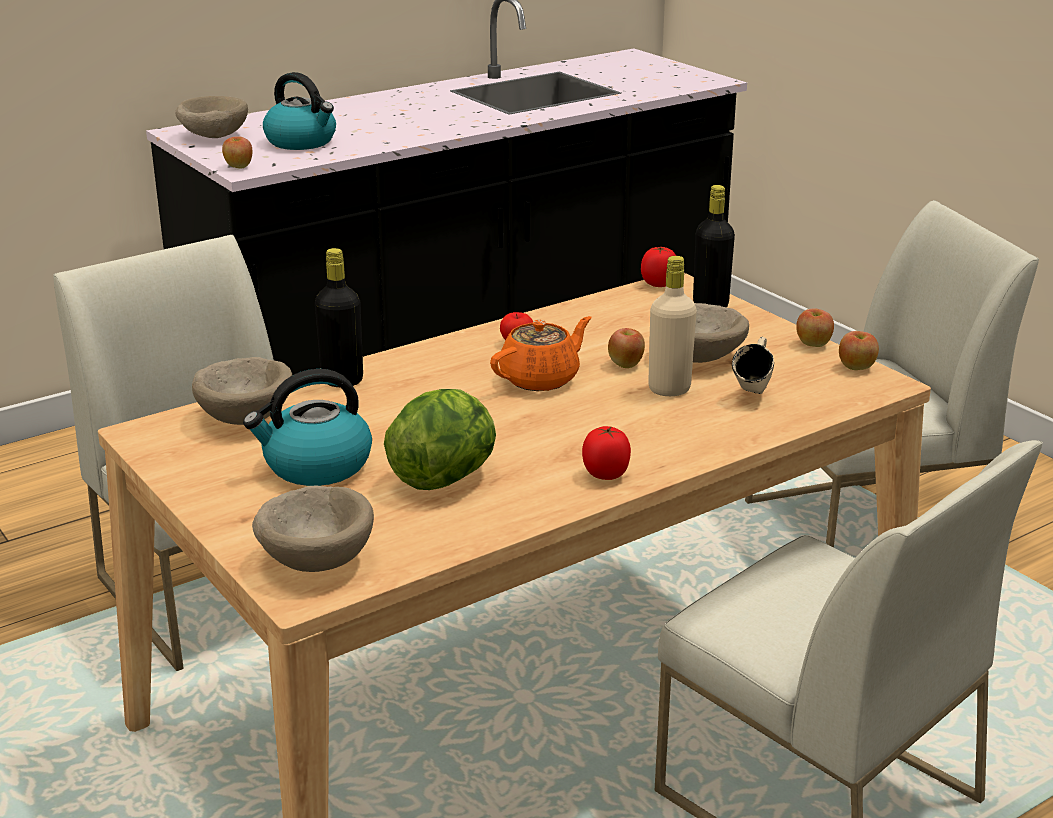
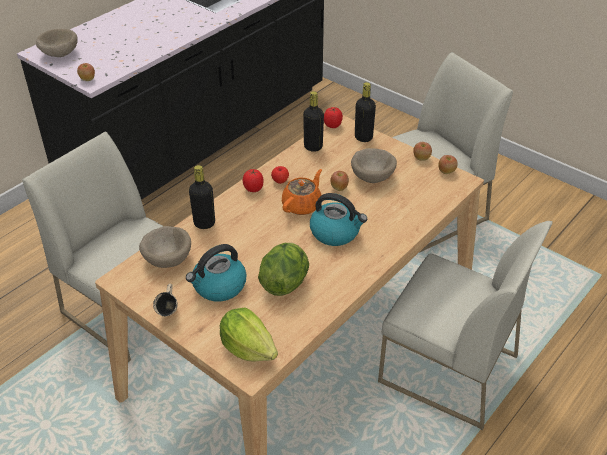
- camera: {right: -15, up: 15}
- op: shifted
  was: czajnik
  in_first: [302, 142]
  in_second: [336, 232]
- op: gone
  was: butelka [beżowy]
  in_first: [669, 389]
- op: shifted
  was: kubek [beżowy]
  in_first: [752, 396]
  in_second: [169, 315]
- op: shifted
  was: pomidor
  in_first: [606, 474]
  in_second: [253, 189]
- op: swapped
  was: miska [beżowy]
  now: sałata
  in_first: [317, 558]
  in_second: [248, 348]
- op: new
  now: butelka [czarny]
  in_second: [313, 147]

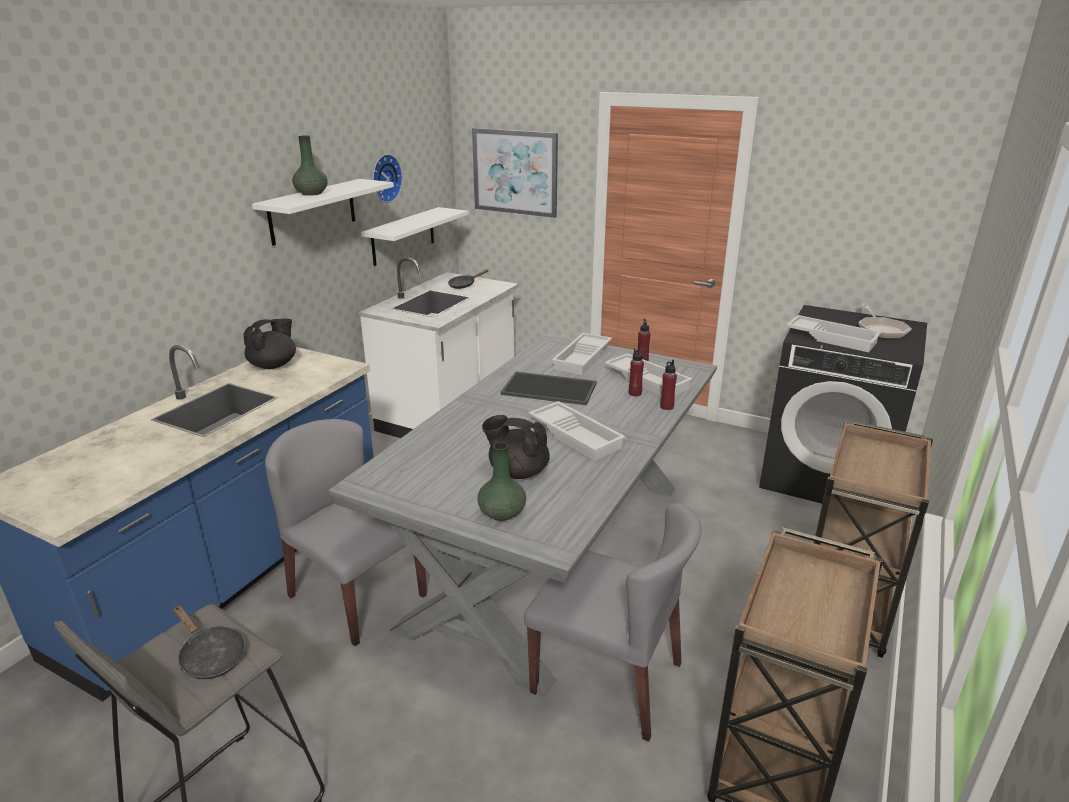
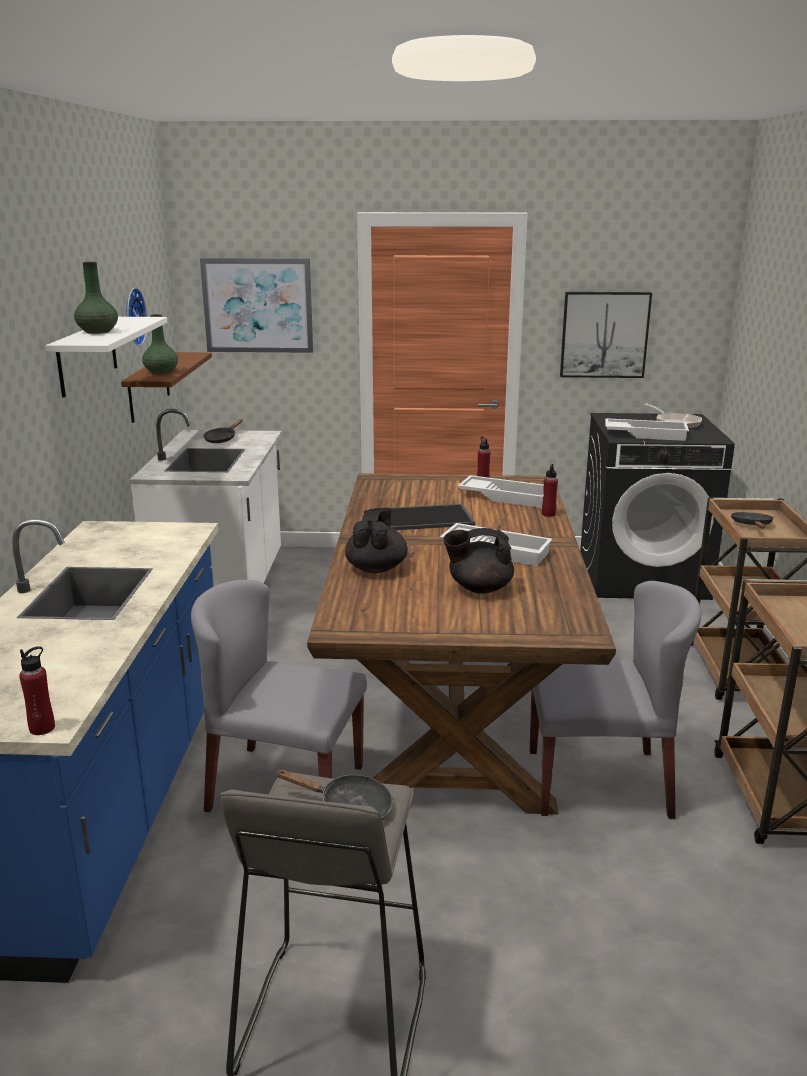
- camera: {right: -25, up: -5}
- op: repainted
  was: półka [biały]
  now: półka [brązowy]
  in_first: [403, 236]
  in_second: [149, 386]
- op: shifted
  was: imbryk [czarny]
  in_first: [274, 365]
  in_second: [376, 568]
- op: gone
  was: taca [biały]
  in_first: [583, 358]
- op: repainted
  was: stół jadalny [szary]
  now: stół jadalny [brązowy]
  in_first: [552, 548]
  in_second: [452, 692]
- op: shifted
  was: butelka [czerwony]
  in_first: [635, 393]
  in_second: [42, 728]
- op: shifted
  was: wazon [zielony]
  in_first: [502, 512]
  in_second: [161, 372]
- op: new
  now: obraz
  in_second: [604, 334]
- op: new
  now: patelnia [czarny]
  in_second: [752, 525]

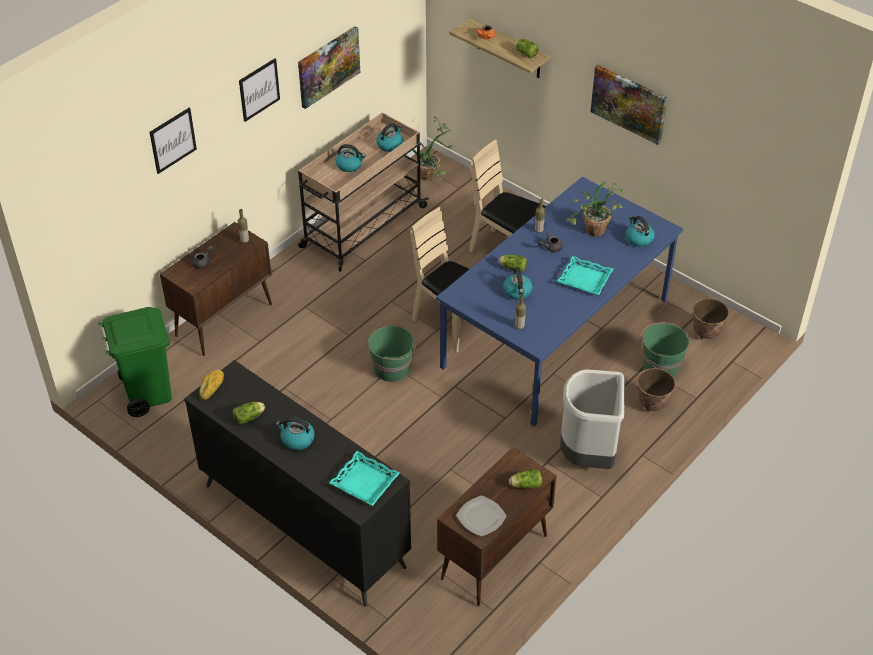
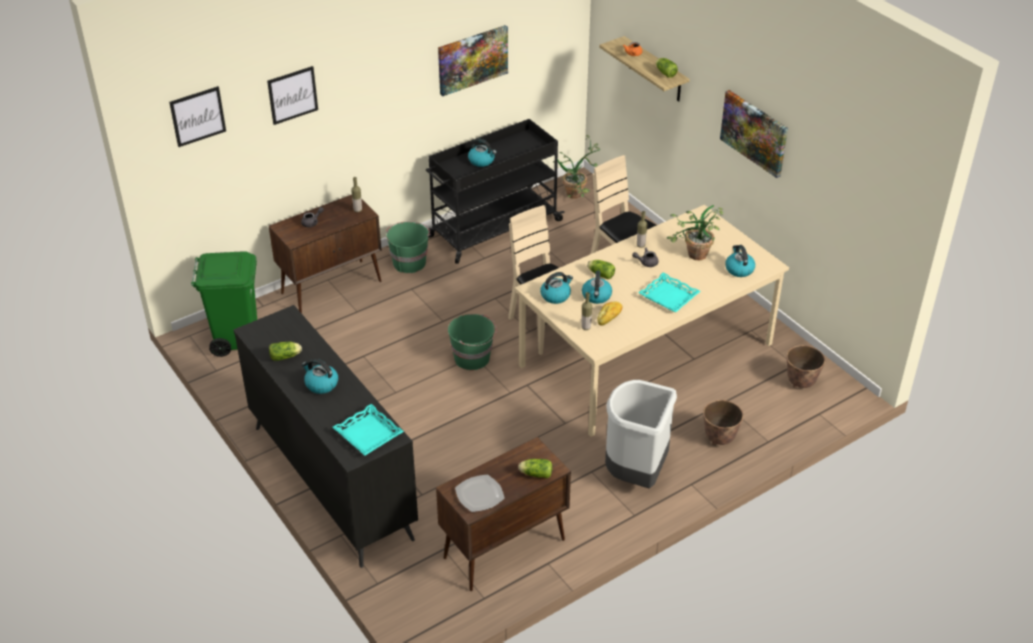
- camera: {right: 15, up: -5}
- op: shifted
  was: obraz
  in_first: [259, 89]
  in_second: [197, 116]
- op: repainted
  was: wózek [beżowy]
  now: wózek [czarny]
  in_first: [362, 228]
  in_second: [493, 229]
- op: shifted
  was: czajnik
  in_first: [390, 145]
  in_second: [556, 295]
- op: repainted
  was: stół jadalny [niebieski]
  now: stół jadalny [beżowy]
  in_first: [556, 333]
  in_second: [646, 355]
- op: shifted
  was: wiadro [zielony]
  in_first: [660, 365]
  in_second: [409, 262]
- op: shifted
  was: chleb
  in_first: [212, 388]
  in_second: [609, 317]

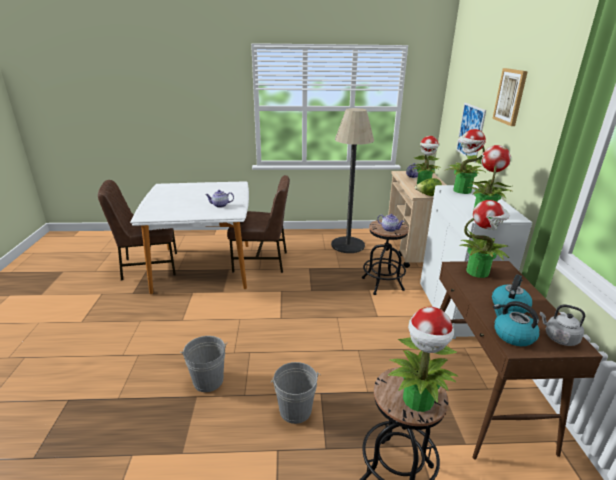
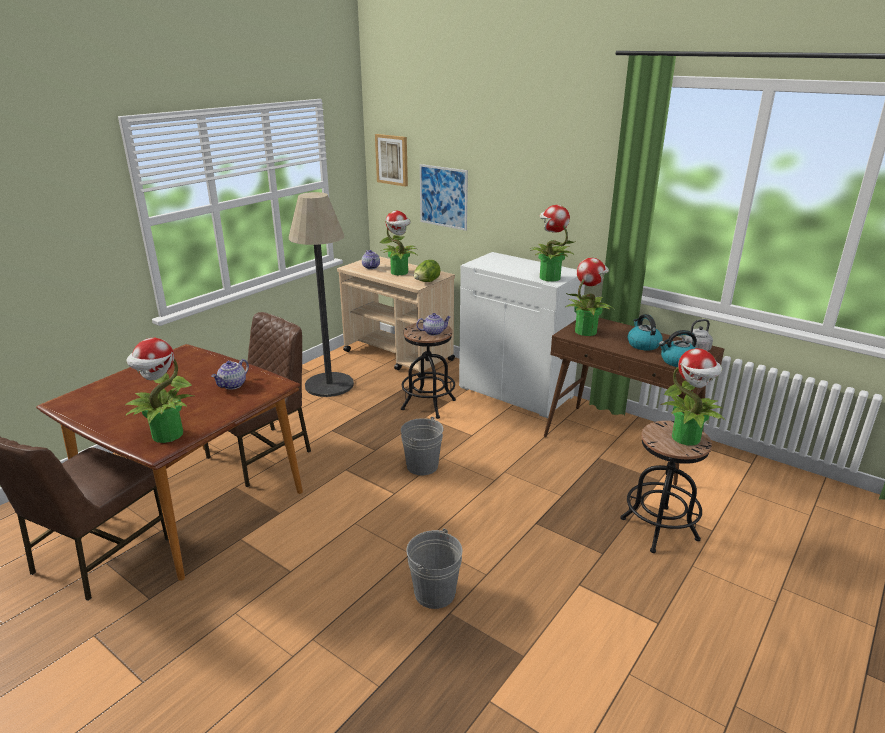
- camera: {right: -50, up: 0}
- op: shifted
  was: obraz
  in_first: [510, 96]
  in_second: [392, 159]
- op: shifted
  was: roślina doniczkowa
  in_first: [461, 191]
  in_second: [167, 435]
- op: repainted
  was: stół jadalny [biały]
  now: stół jadalny [brązowy]
  in_first: [204, 267]
  in_second: [195, 505]
- op: shifted
  was: wiadro [szary]
  in_first: [295, 410]
  in_second: [422, 466]

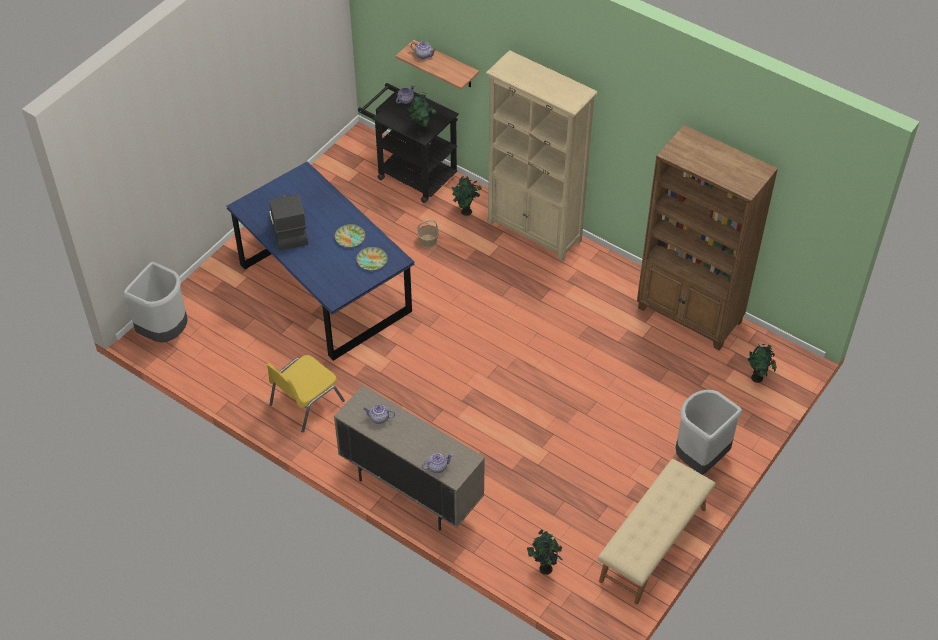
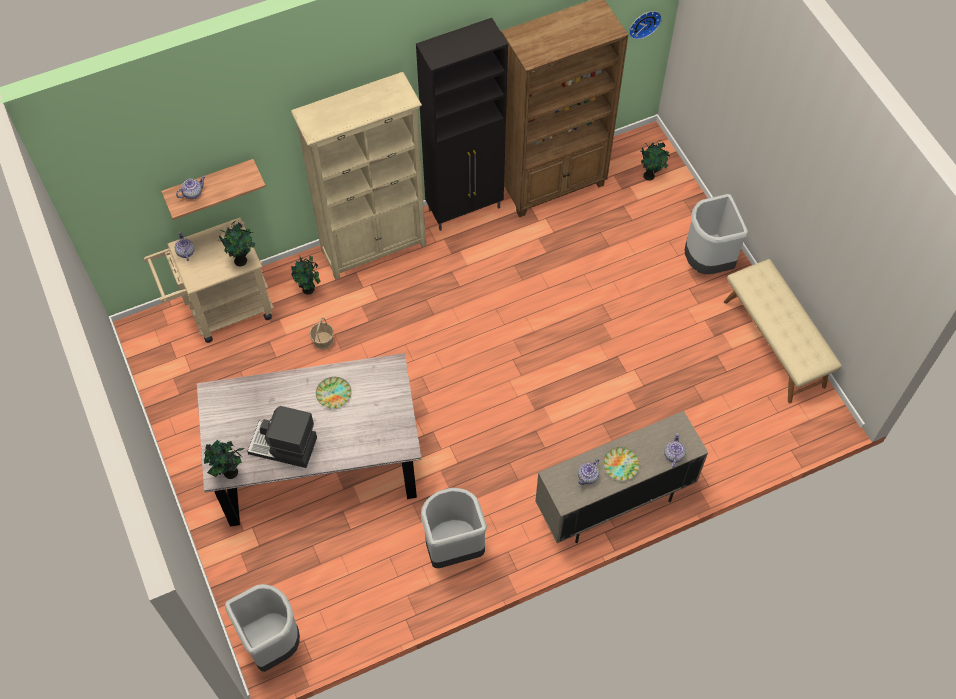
- camera: {right: -60, up: 10}
- op: repainted
  was: wózek [czarny]
  now: wózek [beżowy]
  in_first: [411, 173]
  in_second: [222, 310]
- op: repainted
  was: stół jadalny [niebieski]
  now: stół jadalny [szary]
  in_first: [326, 287]
  in_second: [318, 459]
- op: shifted
  was: talerz
  in_first: [372, 260]
  in_second: [621, 465]
- op: swapped
  was: krzesło [żółty]
  now: kosz na śmieci [szary]
  in_first: [305, 403]
  in_second: [453, 548]
- op: shifted
  was: roślina doniczkowa
  in_first: [544, 568]
  in_second: [229, 473]
- op: new
  now: zegar ścienny
  in_second: [643, 23]
- op: new
  now: szafka [czarny]
  in_second: [465, 209]

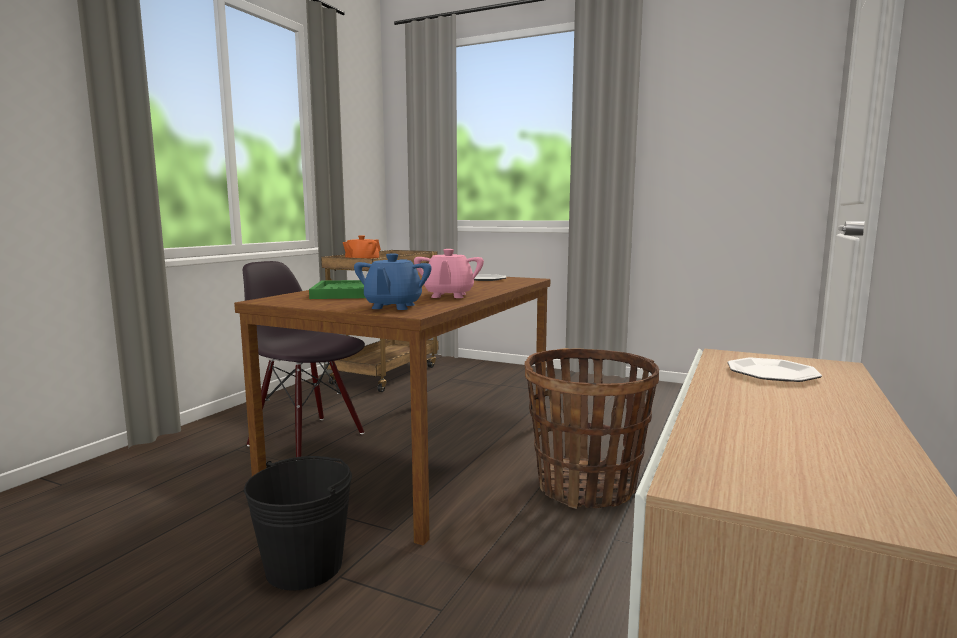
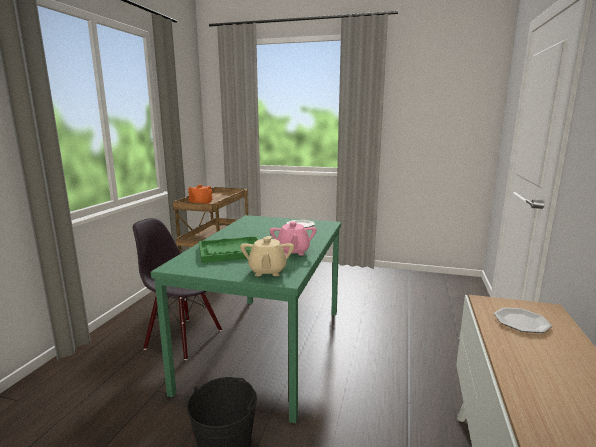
- camera: {right: -10, up: 5}
- op: repainted
  was: imbryk [niebieski]
  now: imbryk [beżowy]
  in_first: [393, 306]
  in_second: [267, 271]
- op: repainted
  was: stół jadalny [brązowy]
  now: stół jadalny [zielony]
  in_first: [419, 455]
  in_second: [266, 346]
- op: gone
  was: koszyk
  in_first: [586, 486]

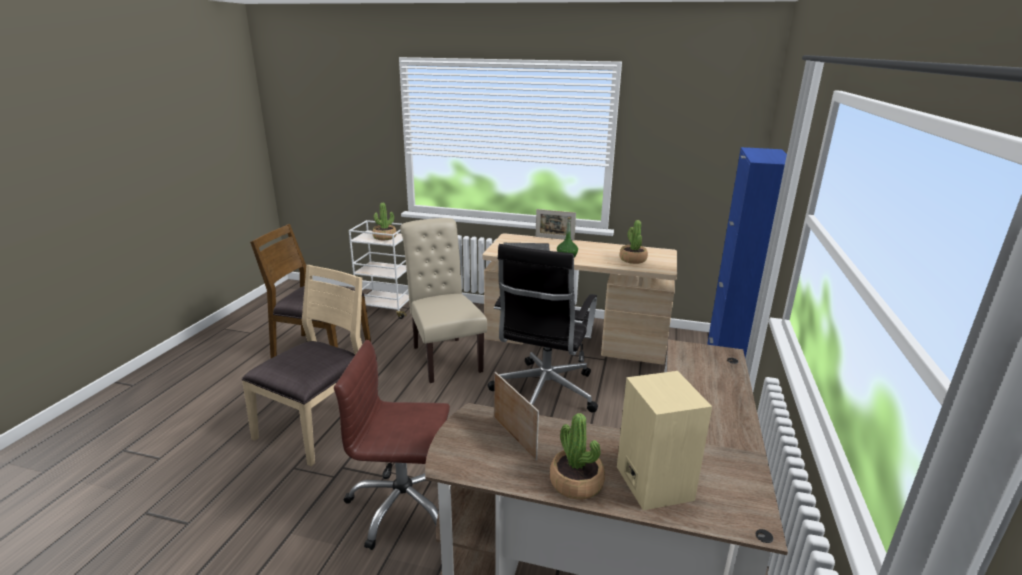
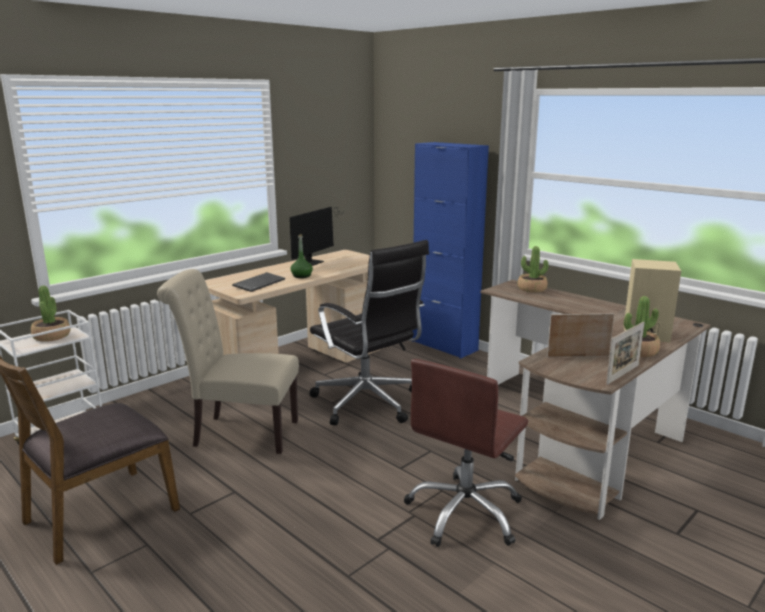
- camera: {right: -60, up: -5}
- op: shifted
  was: ramka na zdjęcie
  in_first: [554, 238]
  in_second: [623, 374]
- op: shifted
  was: roślina doniczkowa
  in_first: [632, 259]
  in_second: [532, 289]
- op: gone
  was: krzesło [beżowy]
  in_first: [318, 424]
- op: new
  now: monitor
  in_second: [313, 261]

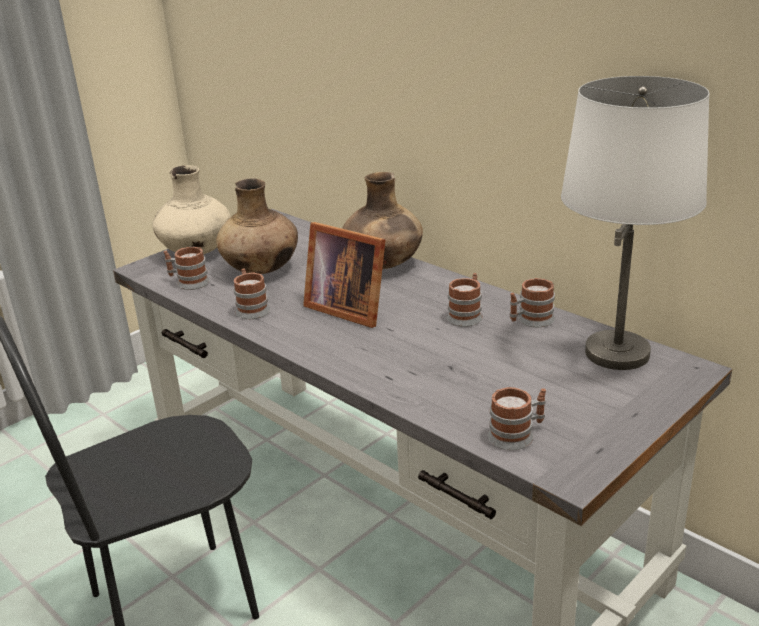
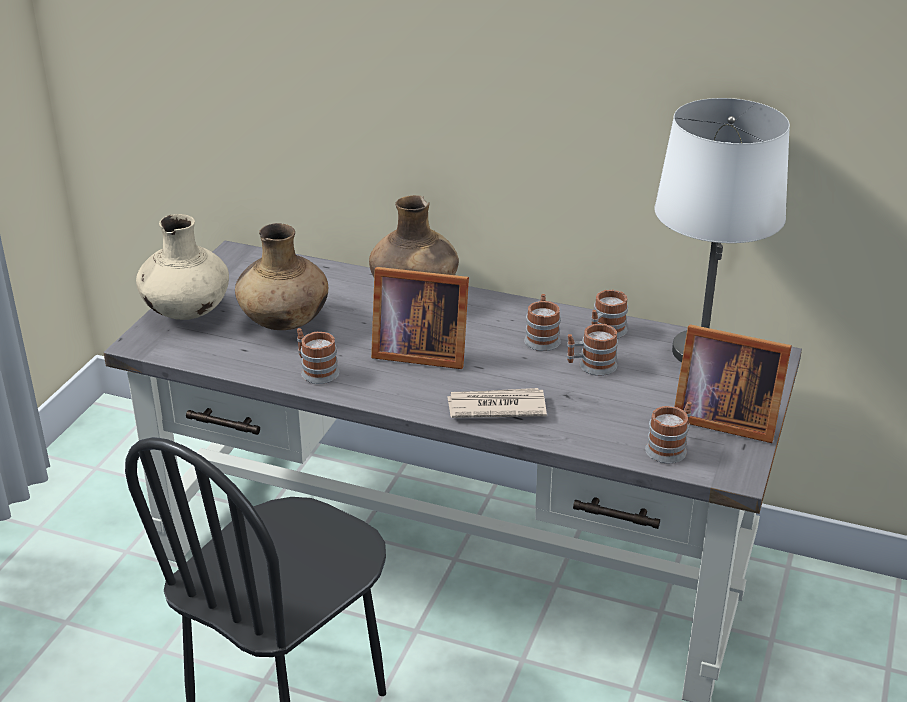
- camera: {right: -25, up: 5}
- op: shifted
  was: kubek
  in_first: [188, 282]
  in_second: [591, 366]
- op: new
  now: ramka na zdjęcie
  in_second: [722, 418]
- op: new
  now: gazeta
  in_second: [495, 407]

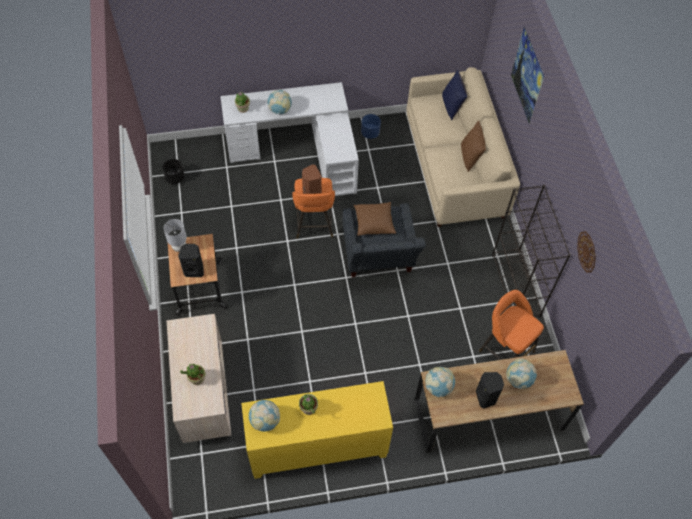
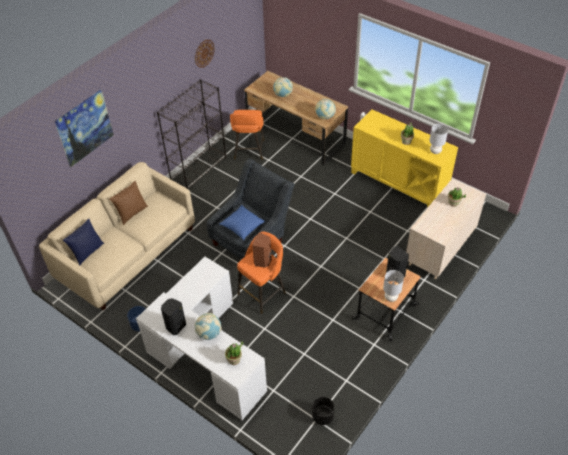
- camera: {right: -130, up: -10}
- op: repainted
  was: poduszka [brązowy]
  now: poduszka [niebieski]
  in_first: [374, 223]
  in_second: [242, 227]
- op: shifted
  was: głośnik [czarny]
  in_first: [486, 397]
  in_second: [175, 326]
- op: swapped
  was: globus
  now: lampa stołowa [szary]
  in_first: [265, 421]
  in_second: [435, 151]

